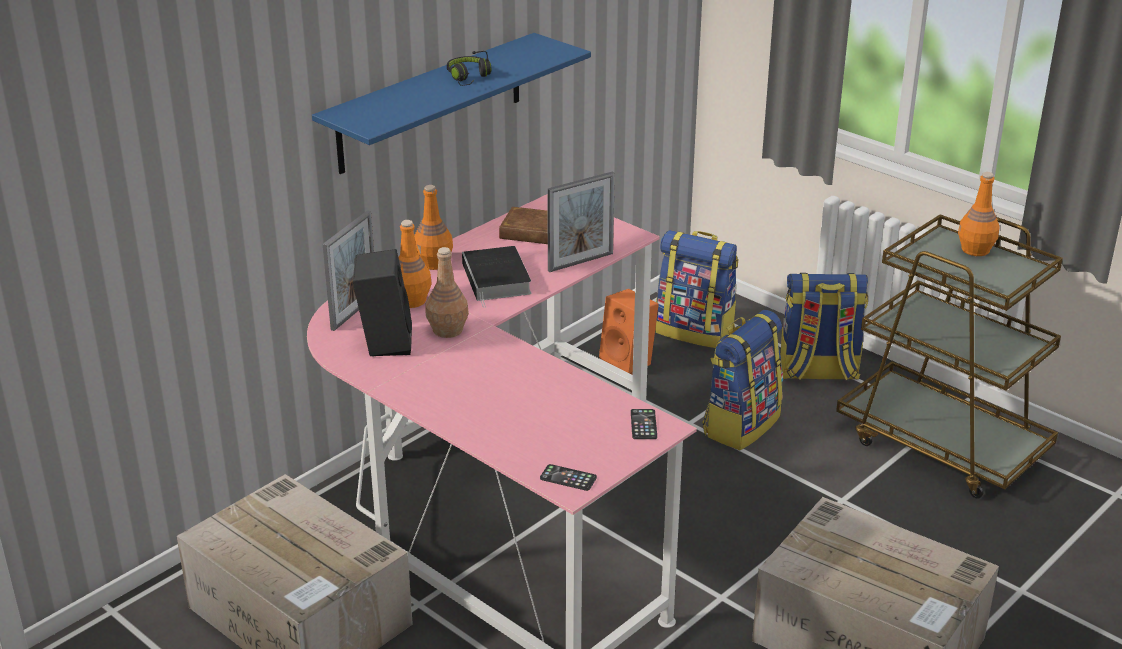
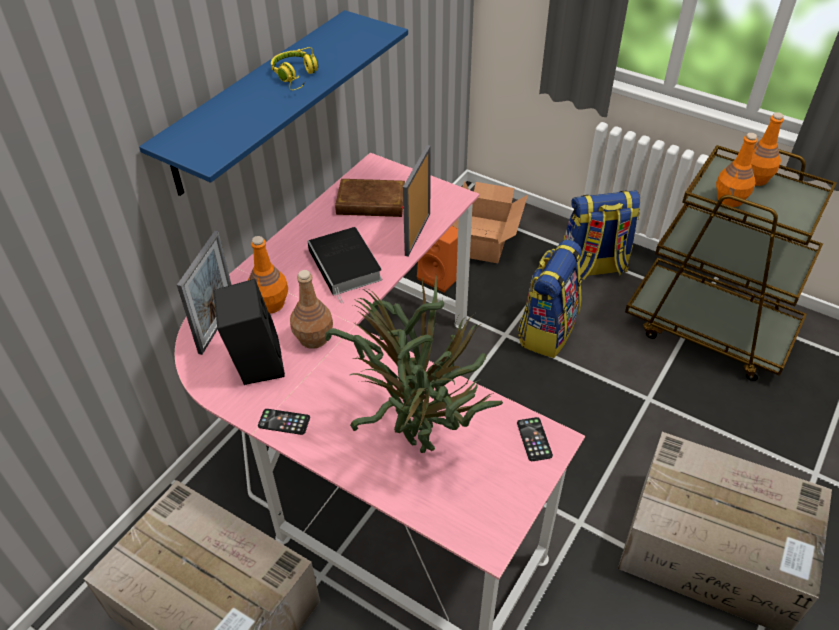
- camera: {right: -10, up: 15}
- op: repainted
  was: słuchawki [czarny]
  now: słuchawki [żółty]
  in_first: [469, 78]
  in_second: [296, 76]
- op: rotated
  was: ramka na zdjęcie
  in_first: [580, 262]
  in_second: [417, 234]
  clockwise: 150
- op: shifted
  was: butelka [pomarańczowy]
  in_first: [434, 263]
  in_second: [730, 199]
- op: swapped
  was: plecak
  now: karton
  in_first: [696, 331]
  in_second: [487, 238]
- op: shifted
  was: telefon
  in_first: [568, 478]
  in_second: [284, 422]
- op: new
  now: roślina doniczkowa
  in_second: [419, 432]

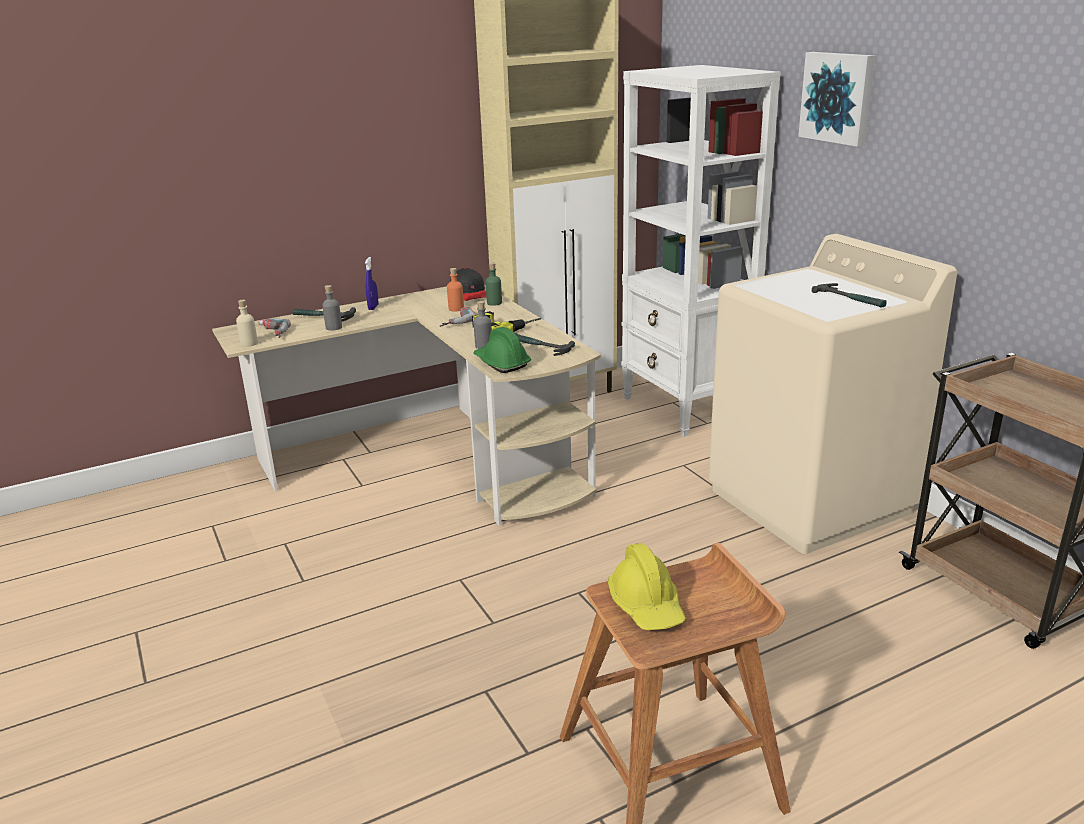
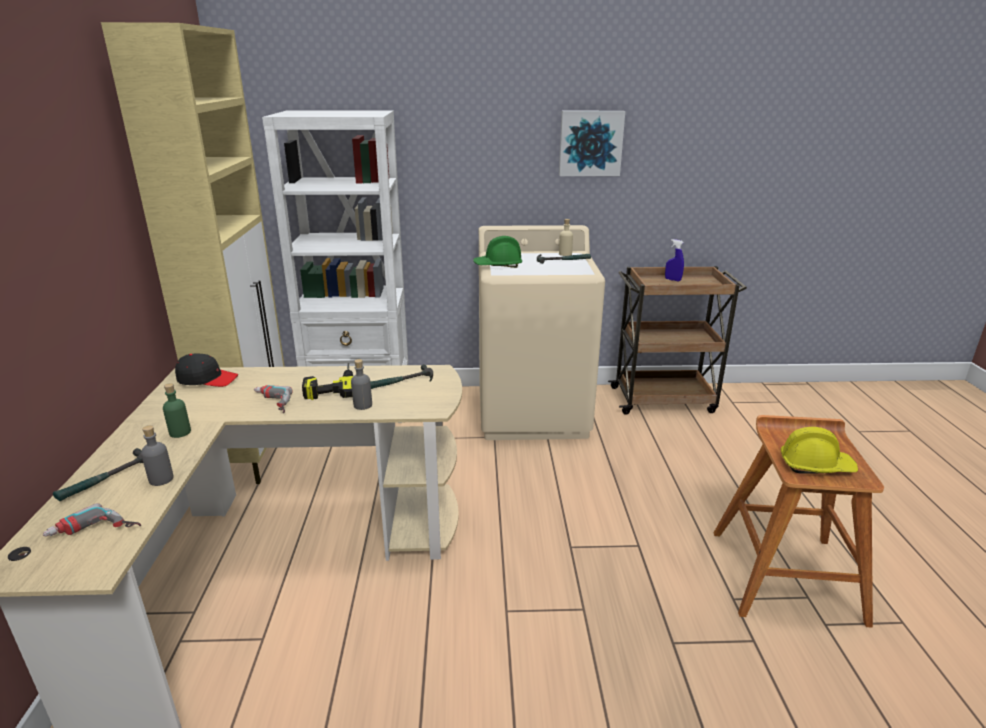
- camera: {right: -65, up: 0}
- op: shifted
  was: obraz
  in_first: [838, 97]
  in_second: [590, 143]
- op: shifted
  was: spryskiwacz [niebieski]
  in_first: [373, 307]
  in_second: [672, 280]
- op: shifted
  was: butelka [zielony]
  in_first: [494, 303]
  in_second: [180, 432]
- op: gone
  was: butelka [pomarańczowy]
  in_first: [456, 309]
- op: shifted
  was: butelka [beżowy]
  in_first: [249, 343]
  in_second: [565, 254]
- op: shifted
  was: kask [zielony]
  in_first: [501, 363]
  in_second: [498, 265]

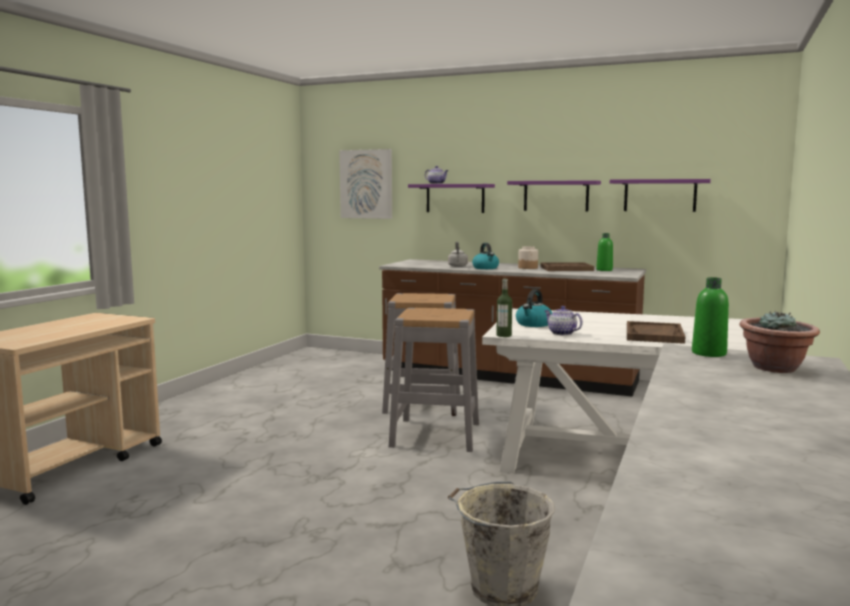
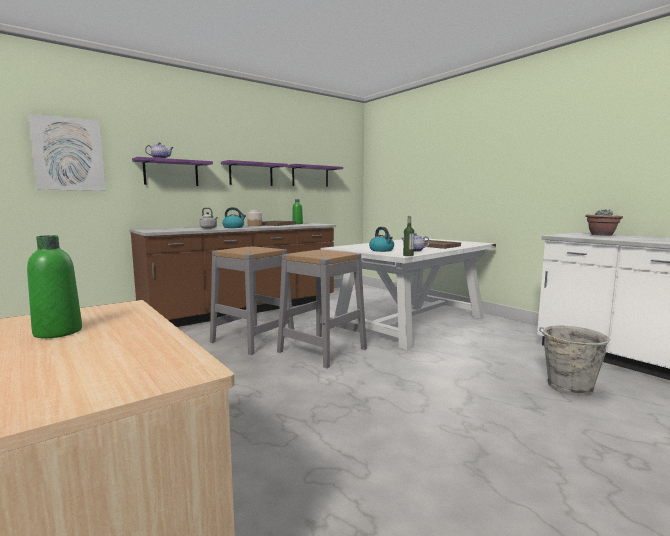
- camera: {right: -60, up: 0}
- op: shifted
  was: butelka [zielony]
  in_first: [709, 353]
  in_second: [58, 332]

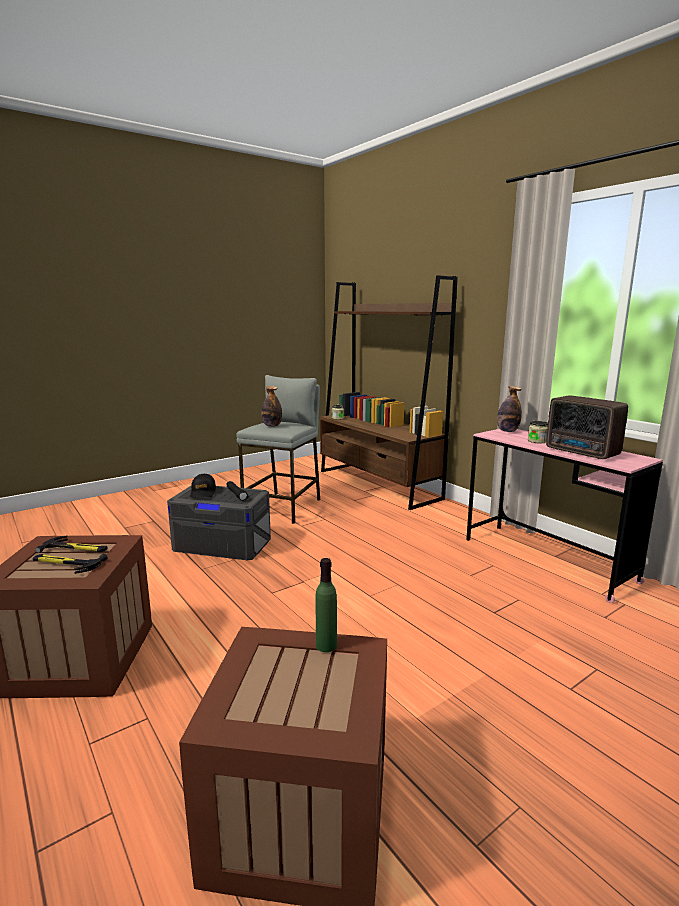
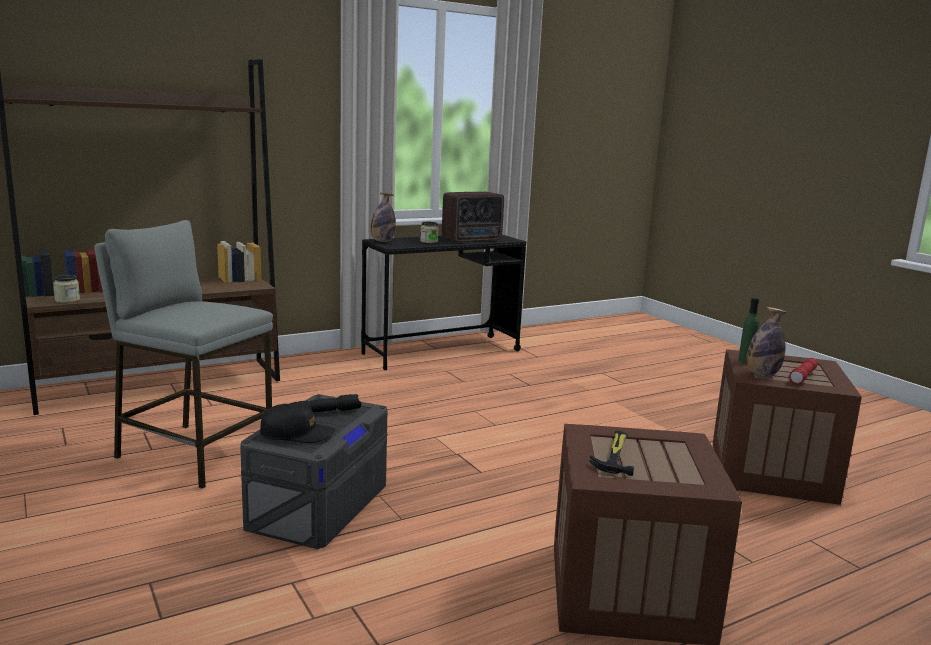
- camera: {right: -85, up: 0}
- op: shifted
  was: butelka
  in_first: [272, 426]
  in_second: [761, 374]
- op: repainted
  was: biurko [różowy]
  now: biurko [czarny]
  in_first: [546, 560]
  in_second: [441, 352]
- op: gone
  was: młotek
  in_first: [66, 564]
- op: new
  now: latarka [czerwony]
  in_second: [803, 377]

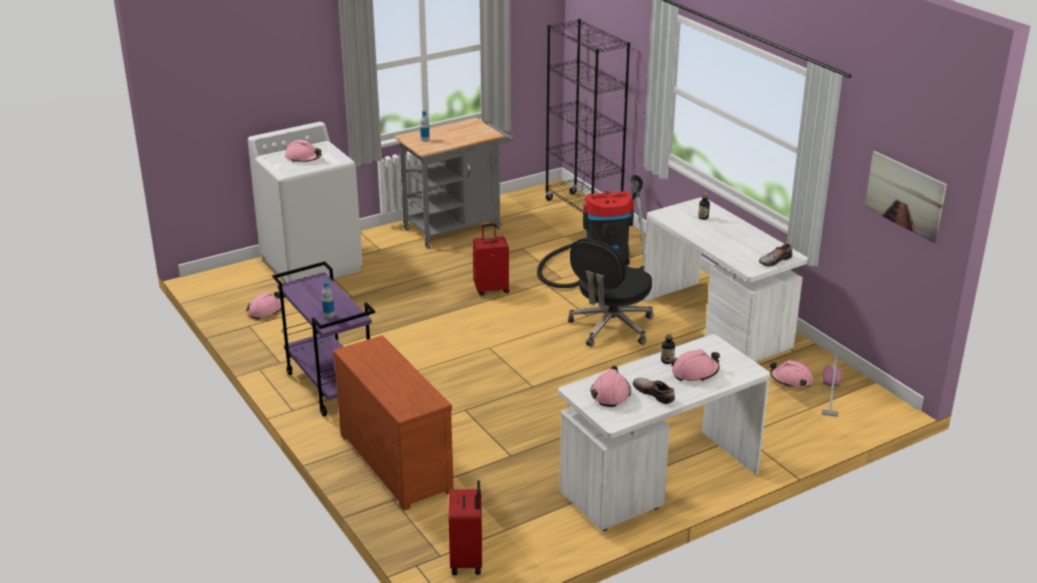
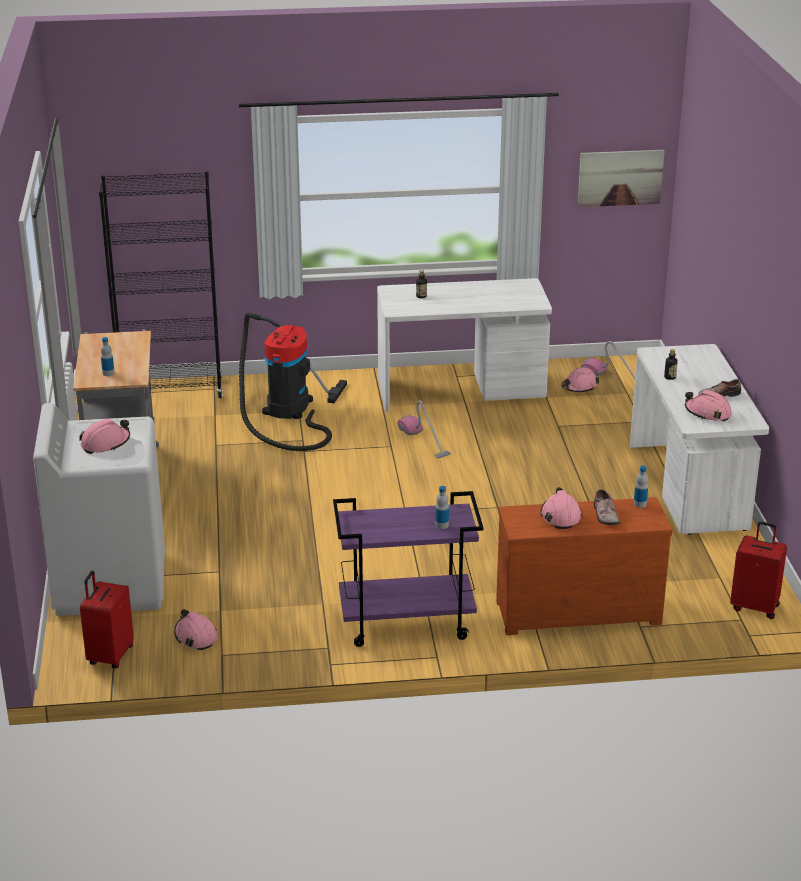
- camera: {right: -65, up: 0}
- op: shifted
  was: walizka [czerwony]
  in_first: [491, 289]
  in_second: [109, 656]
- op: swapped
  was: krzesło biurowe [czarny]
  now: odkurzacz
  in_first: [610, 327]
  in_second: [423, 441]
- op: shifted
  was: but
  in_first: [774, 260]
  in_second: [604, 515]
- op: shifted
  was: kask [różowy]
  in_first: [695, 372]
  in_second: [560, 516]
- op: new
  now: butelka
  in_second: [640, 504]

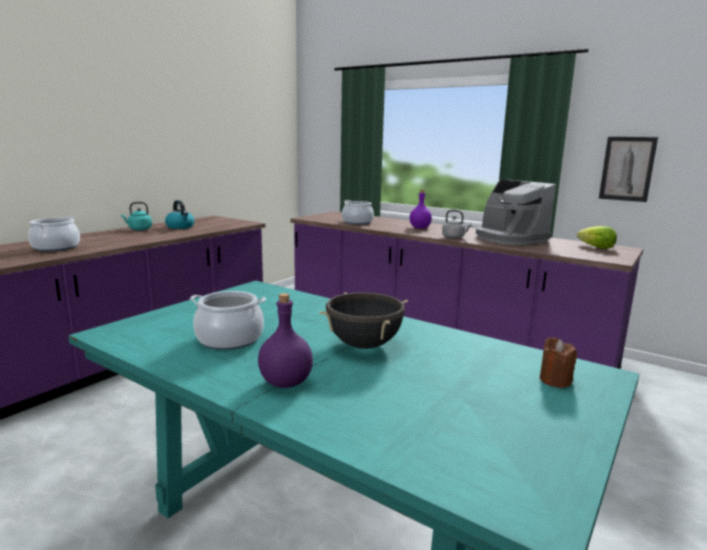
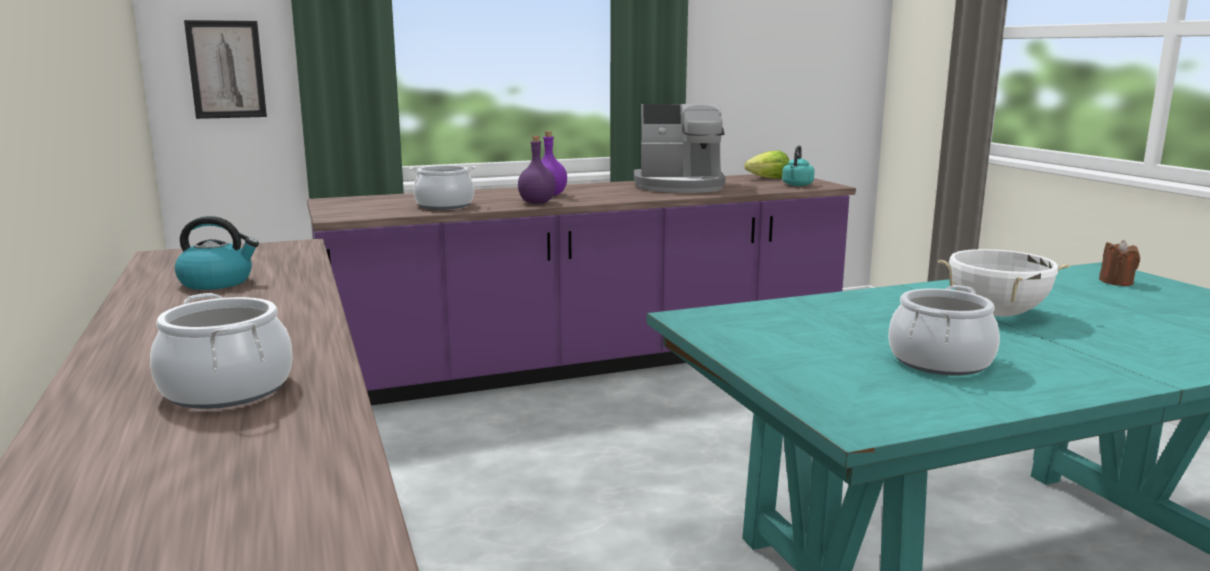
- camera: {right: -55, up: 0}
- op: shifted
  was: obraz
  in_first: [627, 169]
  in_second: [226, 69]
- op: shifted
  was: czajnik [turkusowy]
  in_first: [139, 229]
  in_second: [797, 185]
- op: gone
  was: czajnik [szary]
  in_first: [454, 237]
- op: repainted
  was: garnek [czarny]
  now: garnek [biały]
  in_first: [364, 345]
  in_second: [996, 314]
- op: shifted
  was: butelka [fioletowy]
  in_first: [284, 383]
  in_second: [536, 203]

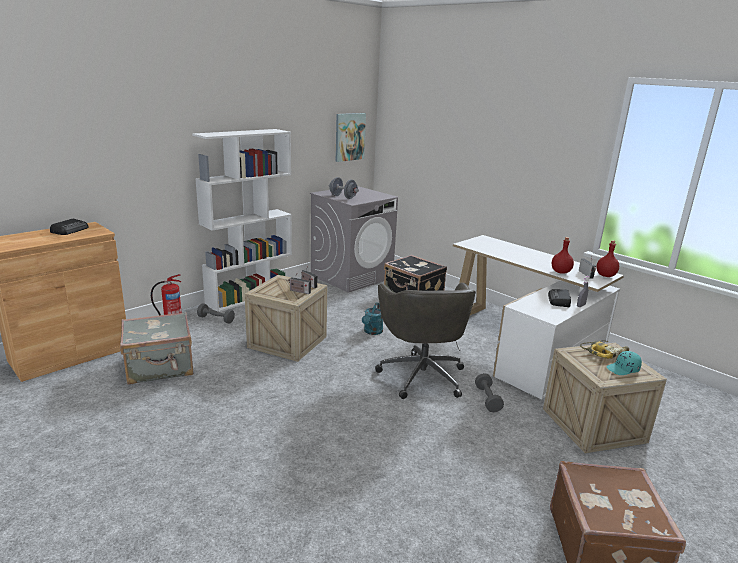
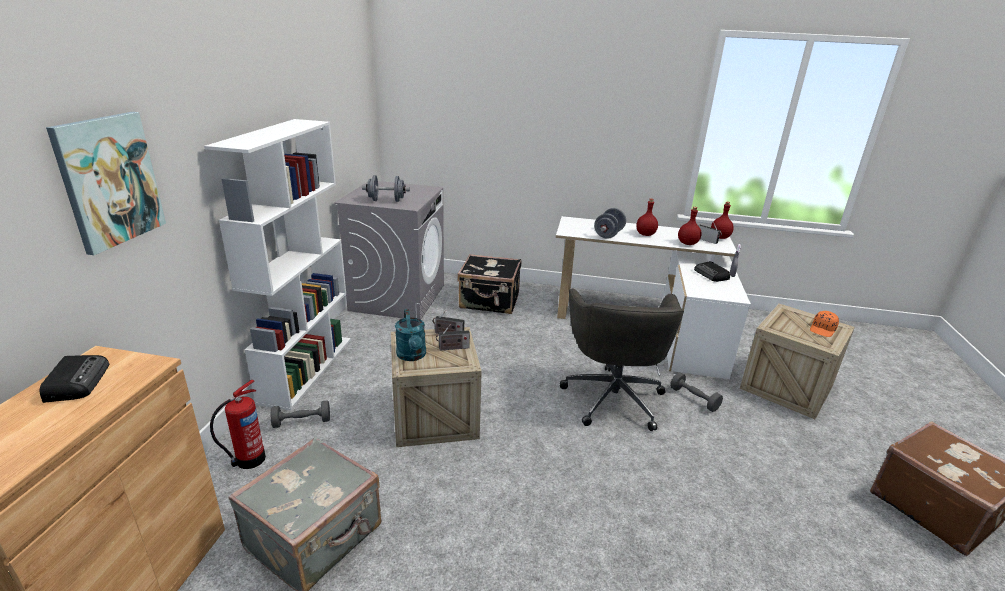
- camera: {right: -35, up: 5}
- op: shifted
  was: obraz
  in_first: [349, 137]
  in_second: [109, 181]
- op: rotated
  was: krzesło biurowe [szary]
  in_first: [422, 375]
  in_second: [613, 397]
  clockwise: 45
- op: shifted
  was: konewka [turkusowy]
  in_first: [372, 332]
  in_second: [412, 356]
- op: gone
  was: wiertarka
  in_first: [604, 352]
- op: repainted
  was: czapka z daszkiem [turkusowy]
  now: czapka z daszkiem [pomarańczowy]
  in_first: [623, 369]
  in_second: [823, 329]
- op: new
  now: butelka [czerwony]
  in_second: [645, 234]
- op: new
  now: hantel [szary]
  in_second: [608, 234]

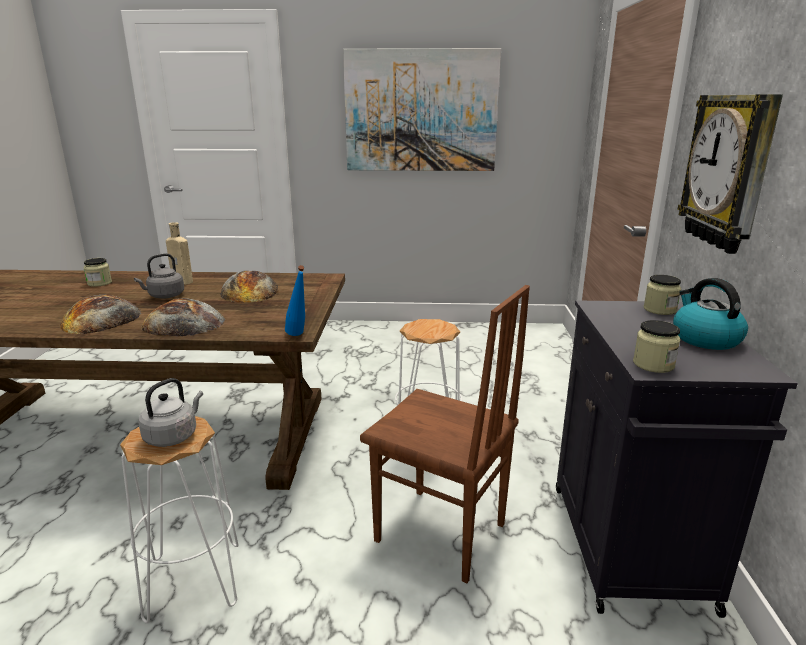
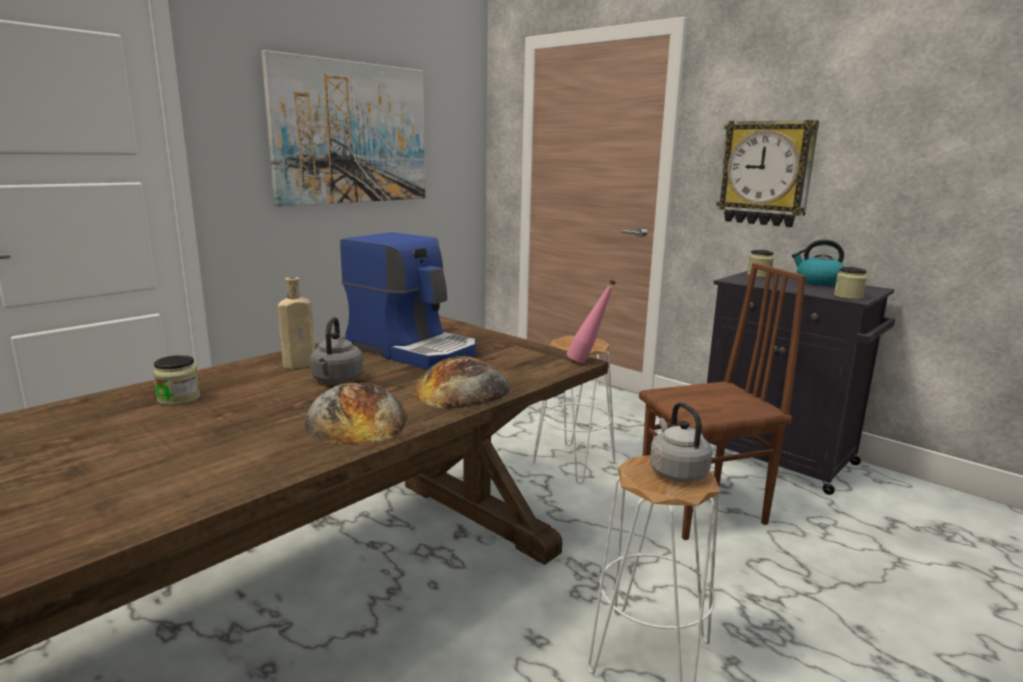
- camera: {right: -50, up: -5}
- op: repainted
  was: butelka [niebieski]
  now: butelka [różowy]
  in_first: [299, 336]
  in_second: [588, 362]
- op: swapped
  was: chleb
  now: ekspres do kawy
  in_first: [250, 291]
  in_second: [413, 350]

